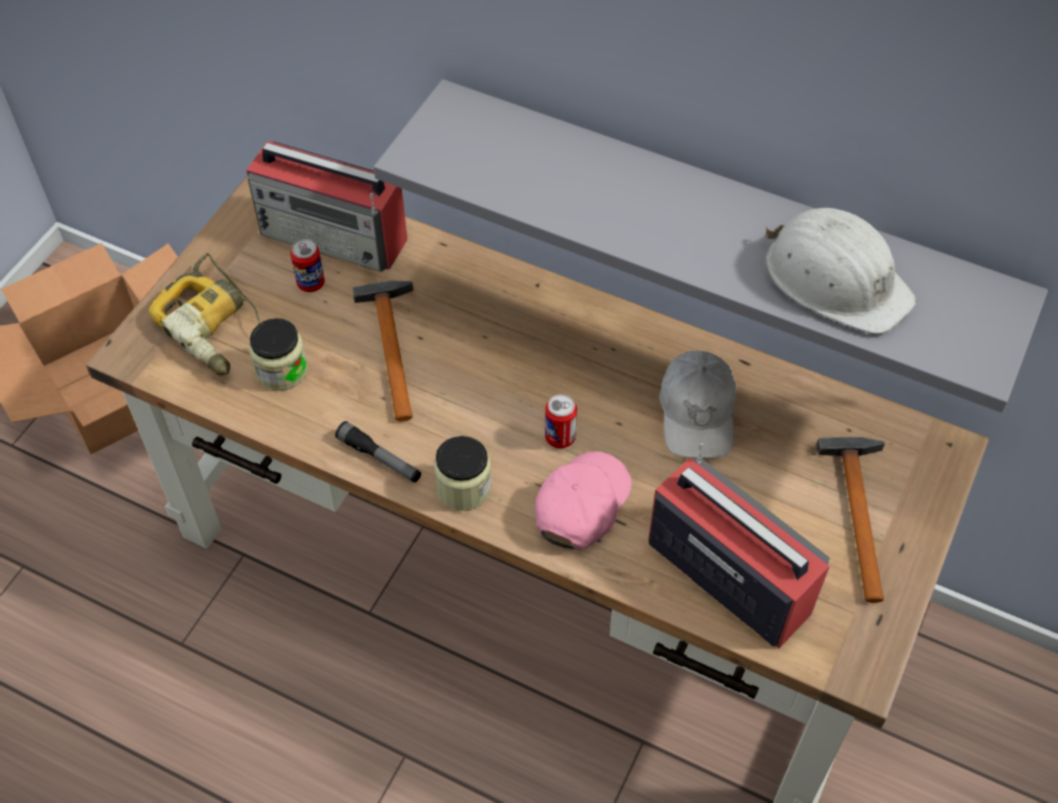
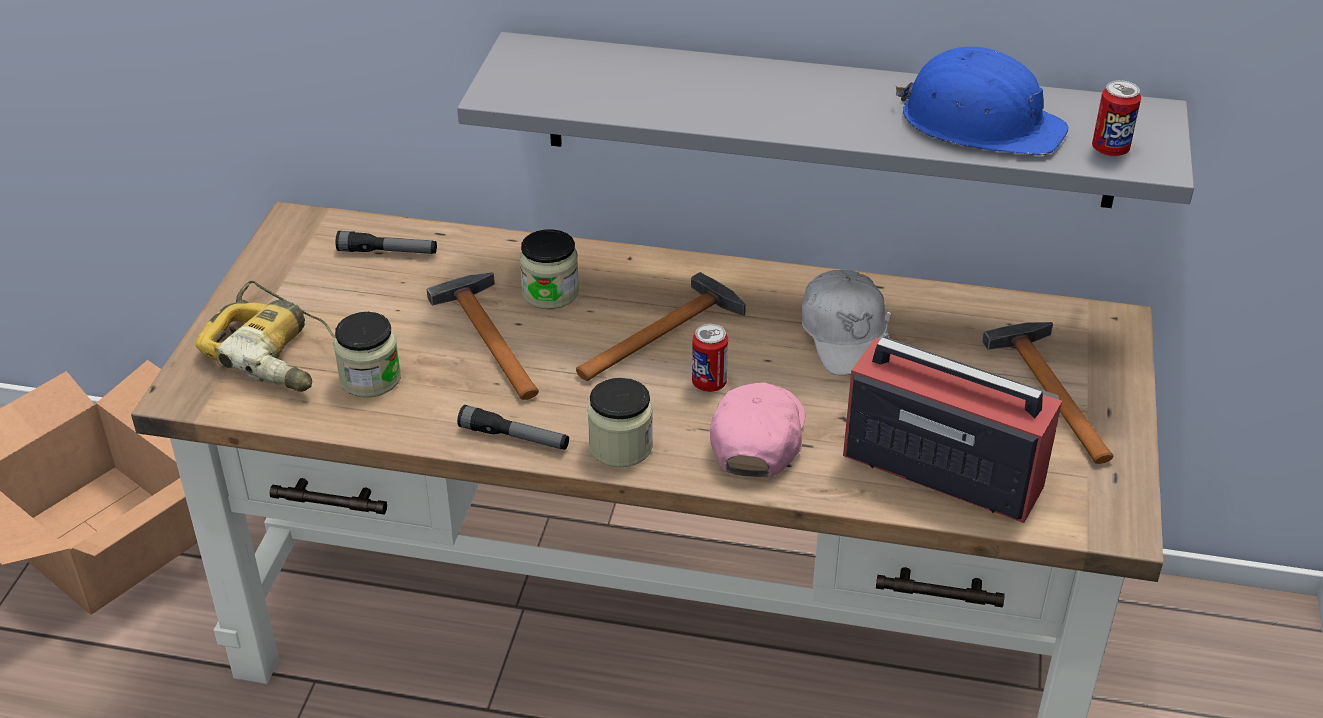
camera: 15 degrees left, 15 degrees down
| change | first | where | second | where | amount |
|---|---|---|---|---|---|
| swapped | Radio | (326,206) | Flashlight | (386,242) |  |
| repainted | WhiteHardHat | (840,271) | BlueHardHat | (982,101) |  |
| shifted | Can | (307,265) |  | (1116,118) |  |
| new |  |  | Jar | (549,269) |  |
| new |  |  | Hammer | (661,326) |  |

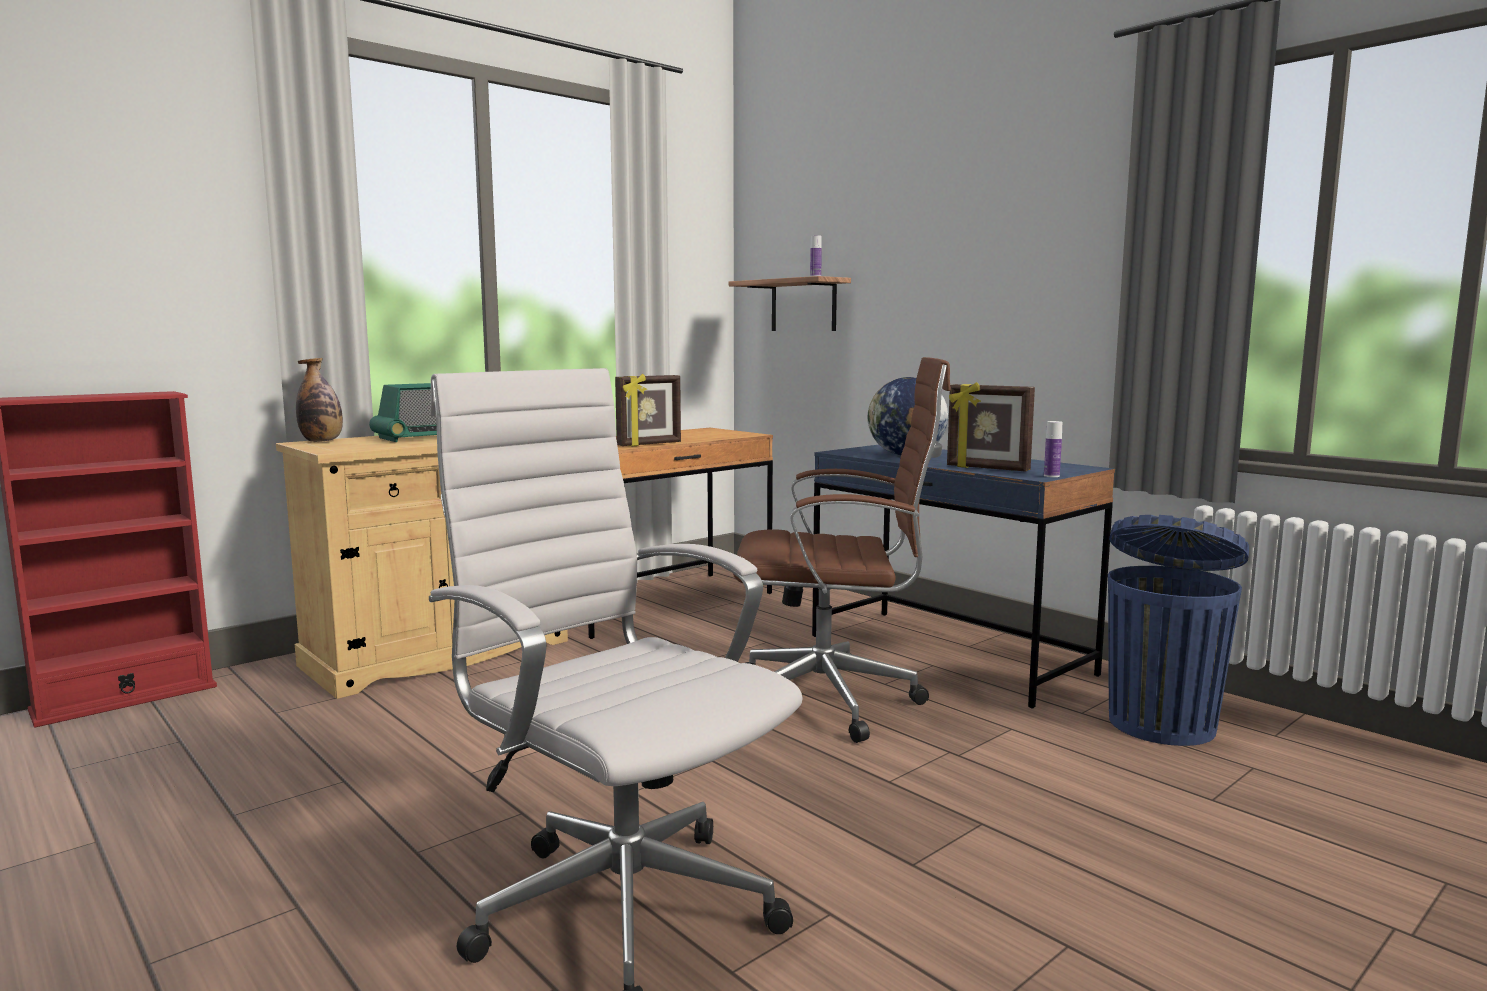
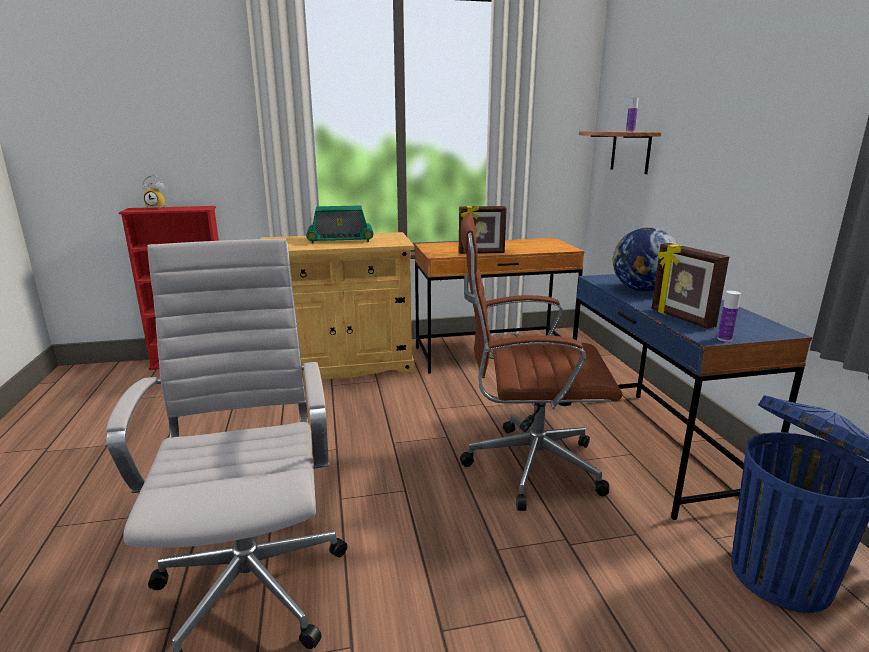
camera: 30 degrees right, 10 degrees up
| change | first | where | second | where | amount |
|---|---|---|---|---|---|
| rotated | BrownOfficeChair | (842,550) |  | (541,362) | 150 degrees clockwise |
| gone | Bottle | (319,400) |  |  |  |
| new |  |  | AlarmClock | (154,191) |  |

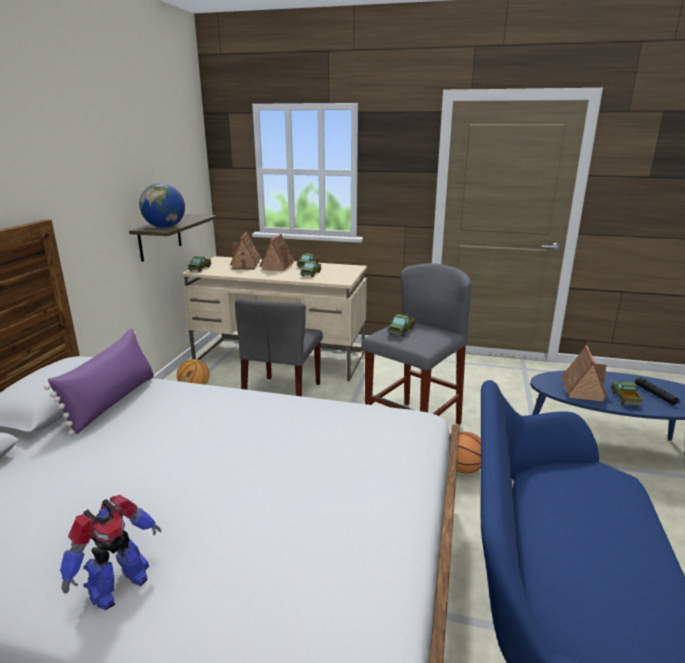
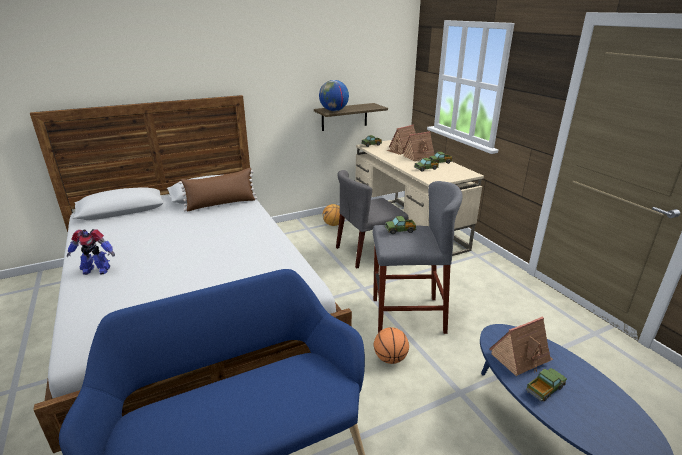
camera: 50 degrees right, 5 degrees up
| change | first | where | second | where | amount |
|---|---|---|---|---|---|
| repainted | PurplePillow | (99,382) | BrownPillow | (218,190) |  |
| gone | BlackFlashlight | (657,391) |  |  |  |

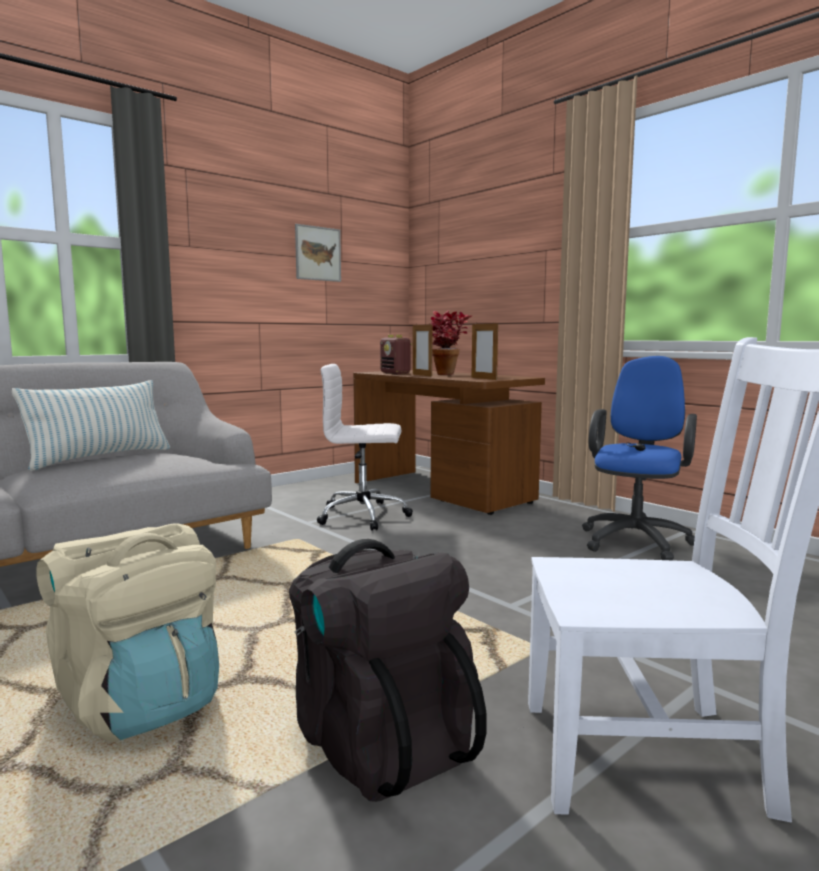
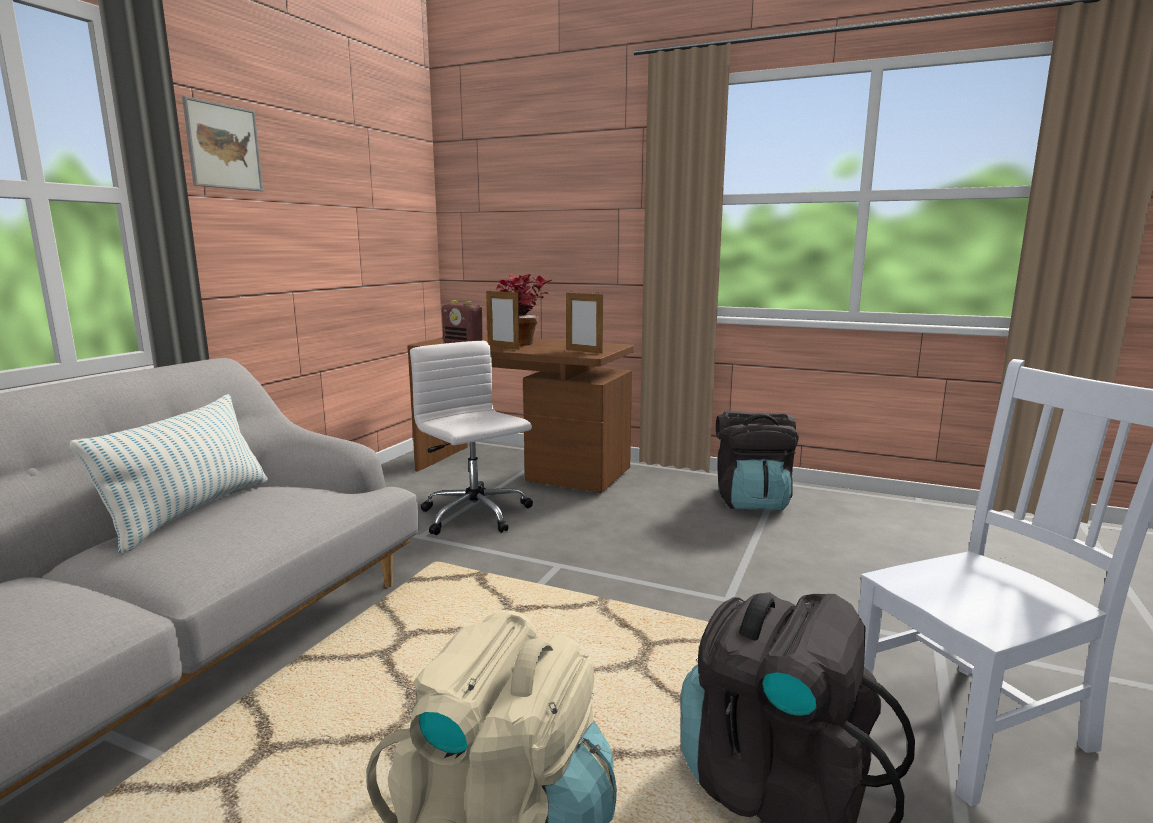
camera: 25 degrees left, 5 degrees up
| change | first | where | second | where | amount |
|---|---|---|---|---|---|
| shifted | Picture | (318,253) |  | (222,143) |  |
| swapped | BlueOfficeChair | (639,458) | BlackBackpack | (757,460) |  |
| rotated | WhiteOfficeChair | (365,447) |  | (471,438) | 75 degrees clockwise |

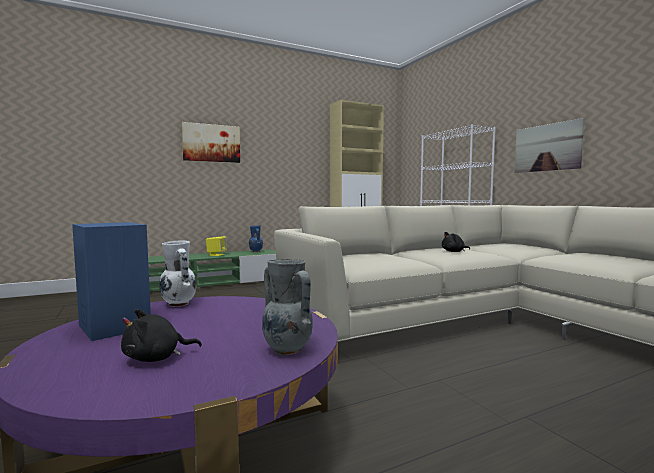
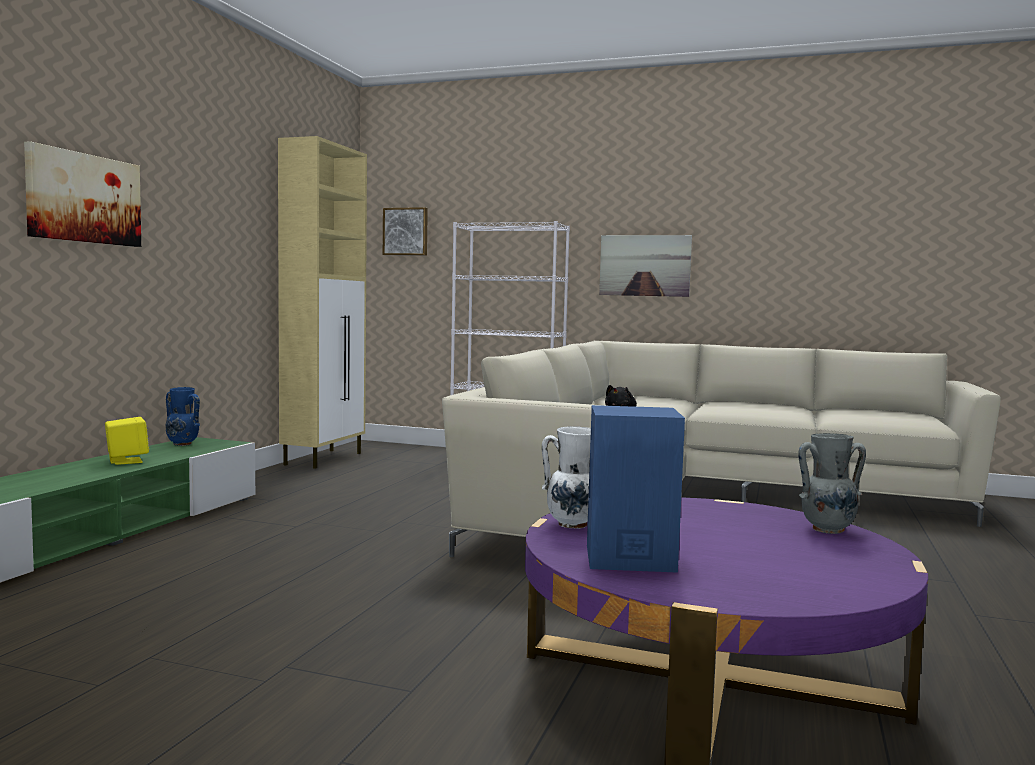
camera: 45 degrees left, 0 degrees up
| change | first | where | second | where | amount |
|---|---|---|---|---|---|
| gone | BlackPlushToy | (161,335) |  |  |  |
| new |  |  | Picture | (405,231) |  |

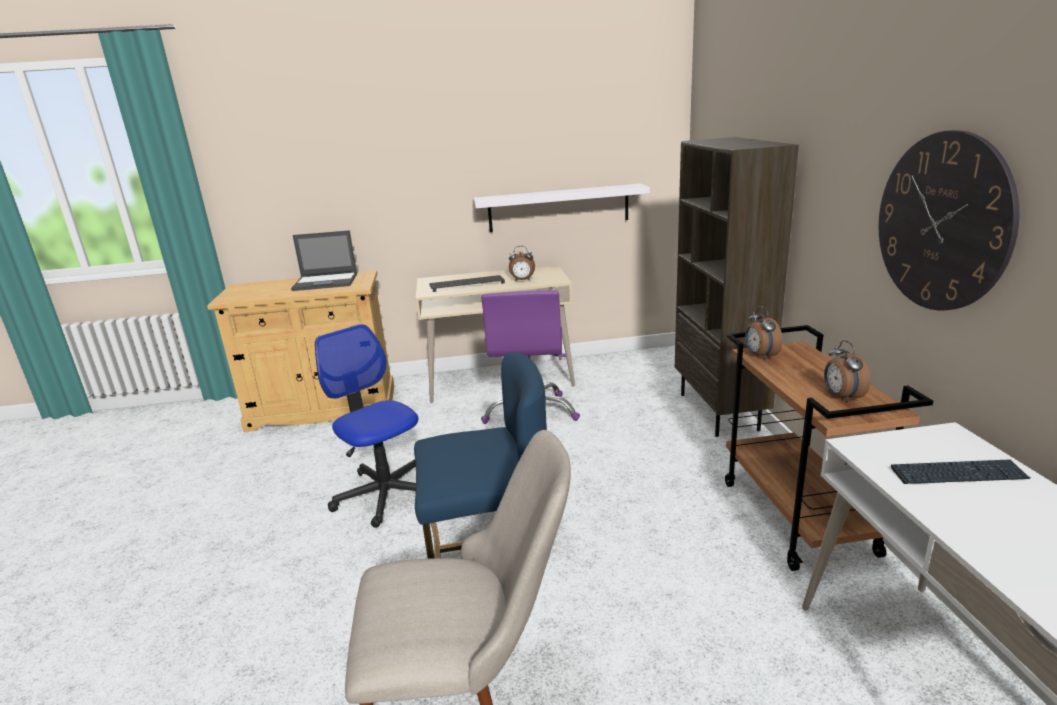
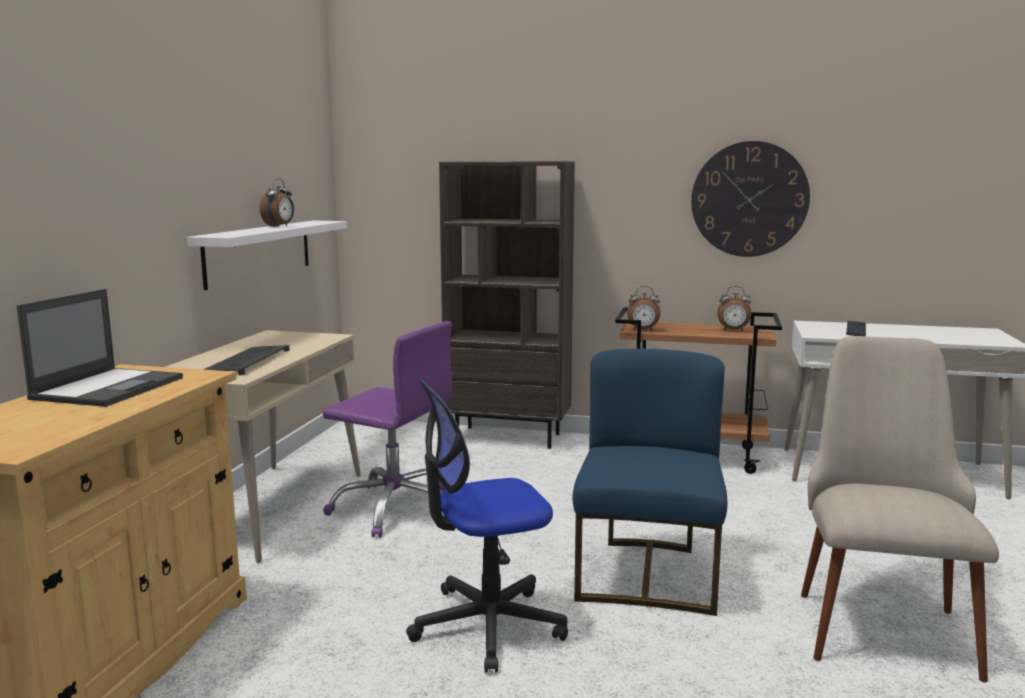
camera: 70 degrees left, 10 degrees down
| change | first | where | second | where | amount |
|---|---|---|---|---|---|
| shifted | AlarmClock | (522,263) |  | (277,203) |  |

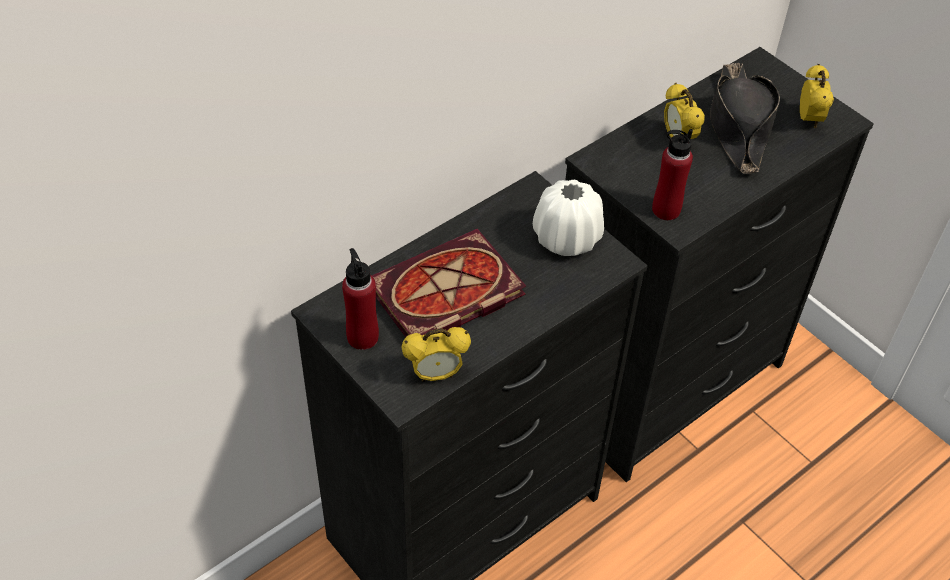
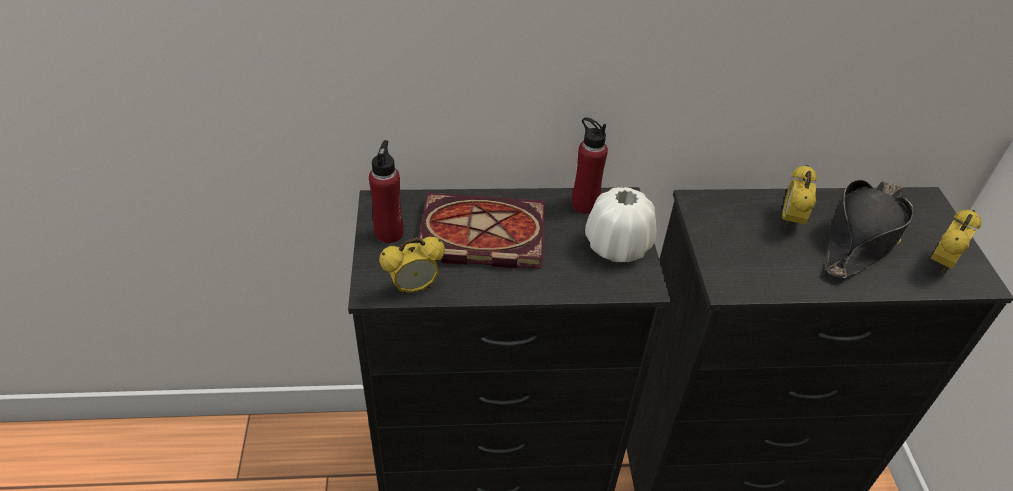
camera: 35 degrees right, 5 degrees down
| change | first | where | second | where | amount |
|---|---|---|---|---|---|
| shifted | RedBottle | (672,174) |  | (590,165) |  |
| rotated | AlarmClock | (436,354) |  | (412,266) | 45 degrees counterclockwise |

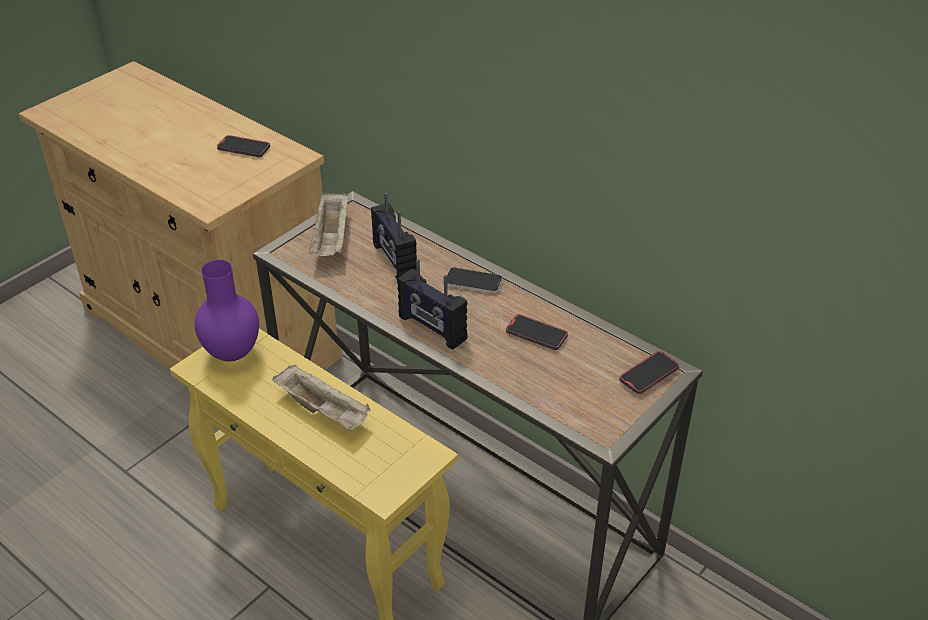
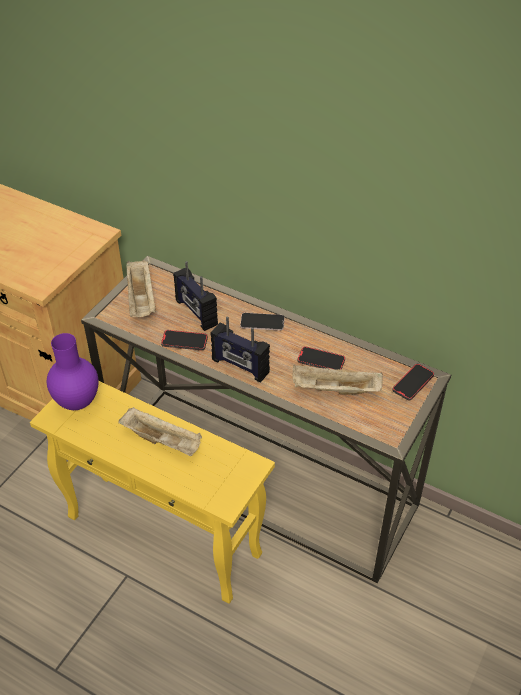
camera: 10 degrees left, 5 degrees up
| change | first | where | second | where | amount |
|---|---|---|---|---|---|
| shifted | Phone | (243,146) |  | (184,340) |  |
| new |  |  | BeigeTray | (337,380) |  |

